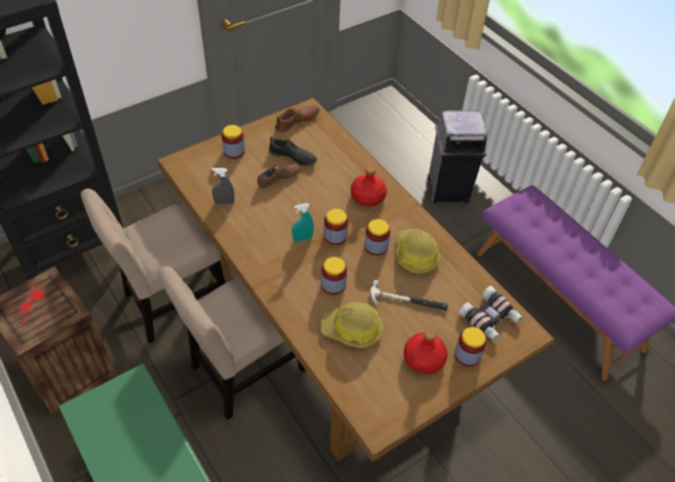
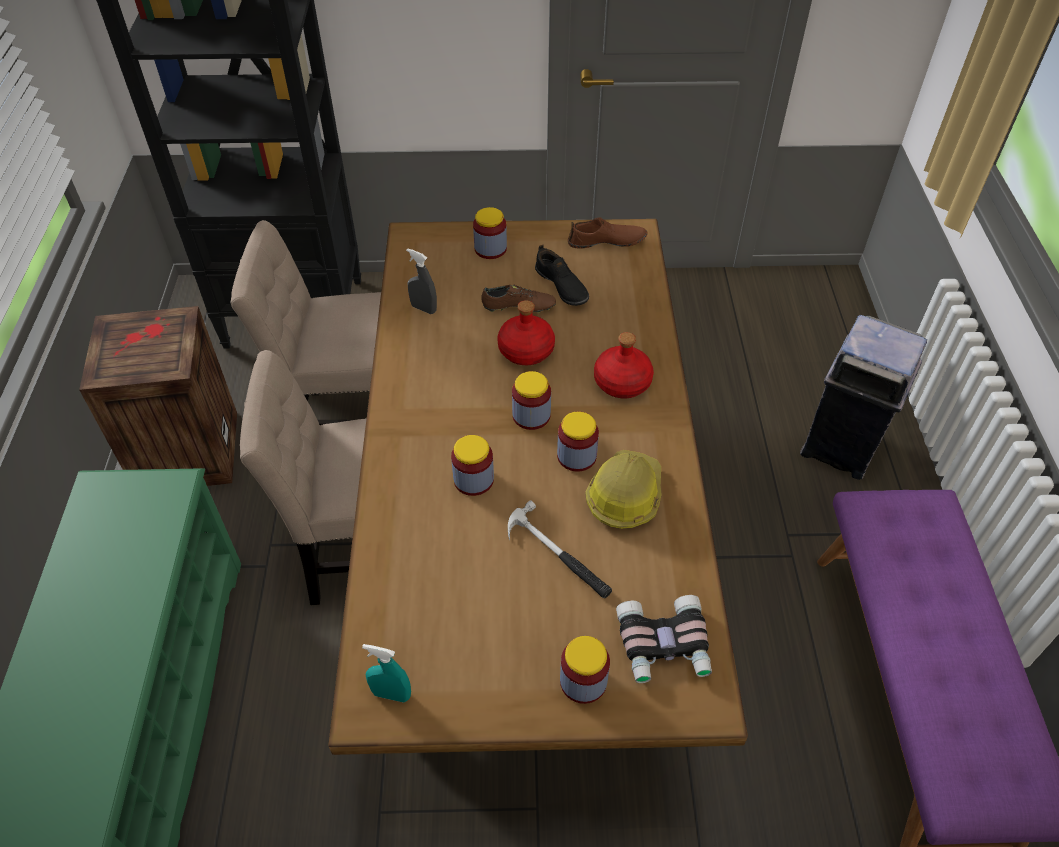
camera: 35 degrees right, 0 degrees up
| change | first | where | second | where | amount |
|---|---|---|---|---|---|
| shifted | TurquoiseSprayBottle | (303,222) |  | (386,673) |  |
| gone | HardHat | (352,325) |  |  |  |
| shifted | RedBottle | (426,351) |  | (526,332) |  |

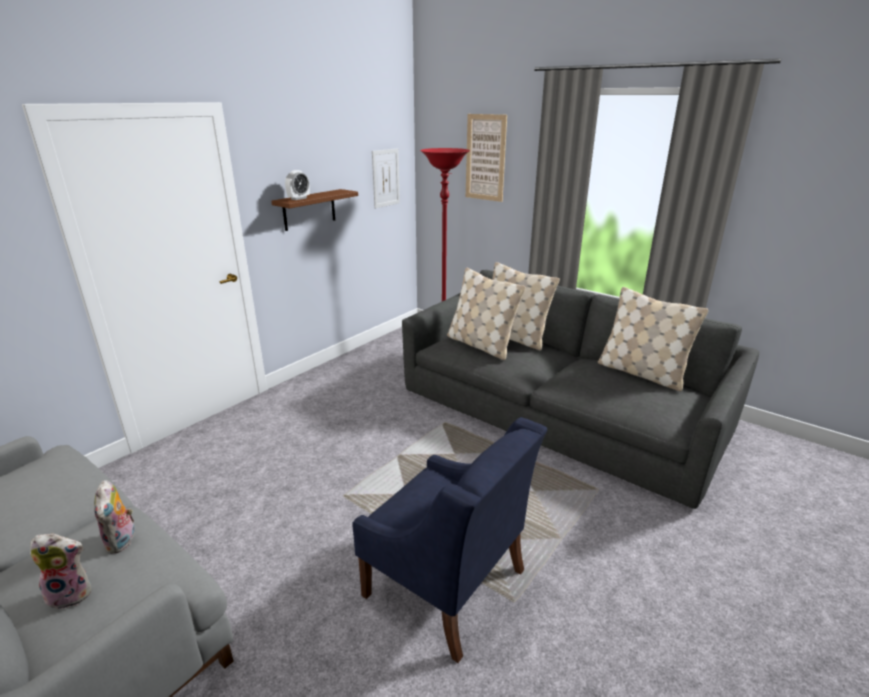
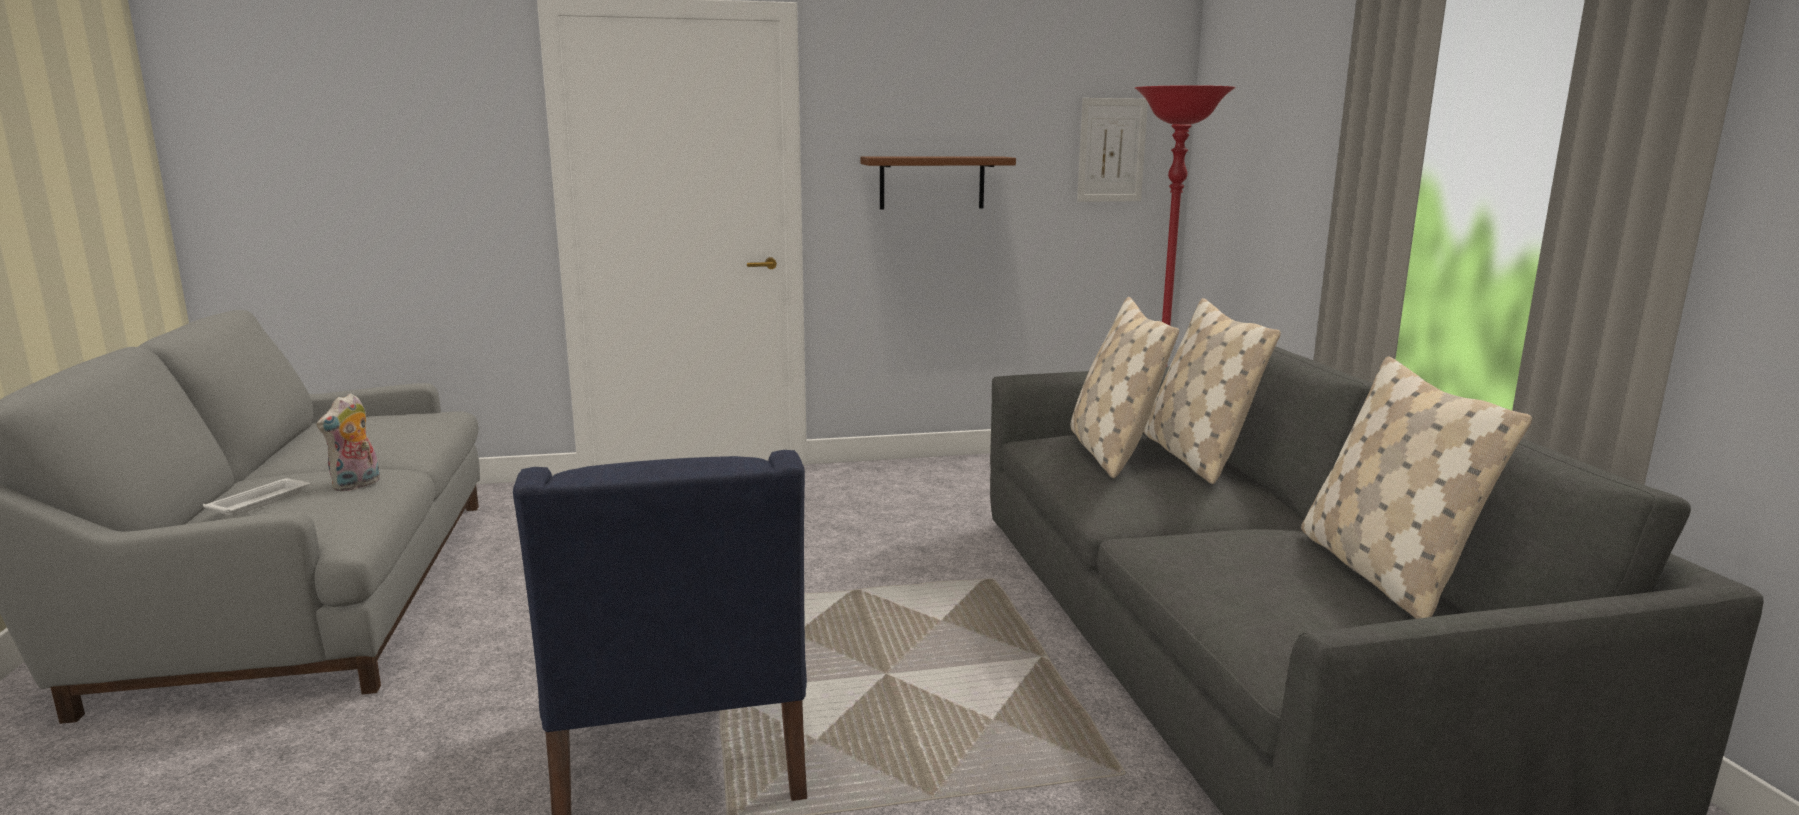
camera: 40 degrees right, 10 degrees down
| change | first | where | second | where | amount |
|---|---|---|---|---|---|
| gone | Picture | (486,158) |  |  |  |
| gone | AlarmClock | (297,185) |  |  |  |
| swapped | PlushToy | (61,571) | WhiteTray | (256,497) |  |

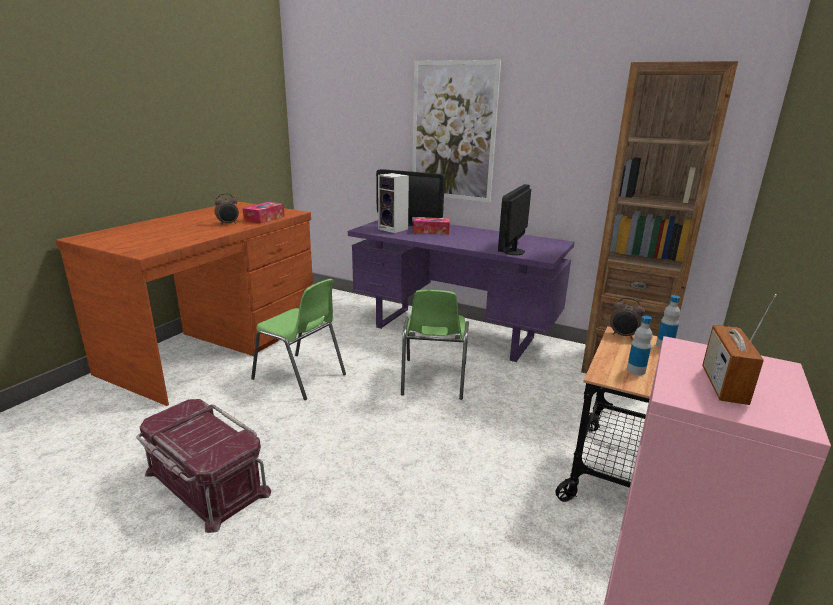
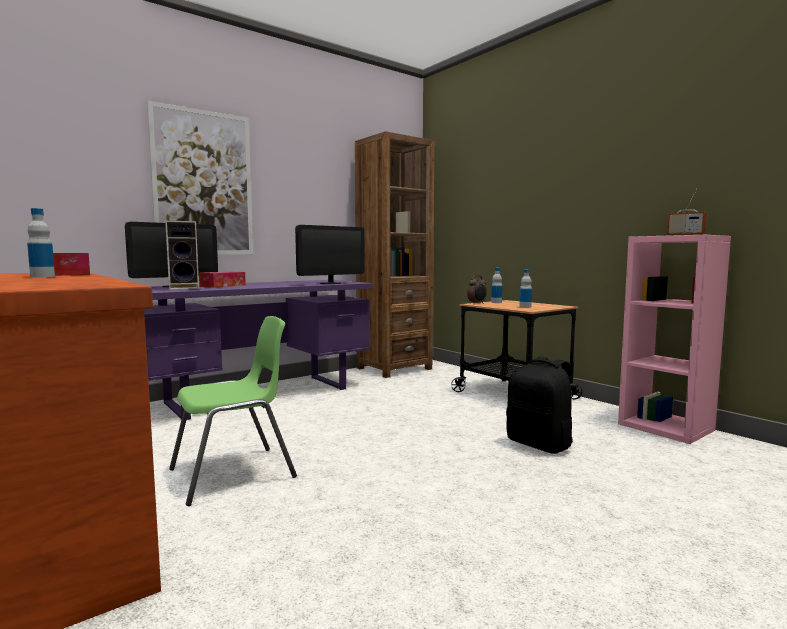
camera: 65 degrees left, 15 degrees down
| change | first | where | second | where | amount |
|---|---|---|---|---|---|
| rotated | Monitor | (514,219) |  | (330,254) | 90 degrees counterclockwise |
| swapped | AlarmClock | (227,209) | Bottle | (41,243) |  |
| gone | GreenChair | (435,345) |  |  |  |
| gone | RedStorageBox | (204,466) |  |  |  |
| new |  |  | BlackBackpack | (539,405) |  |

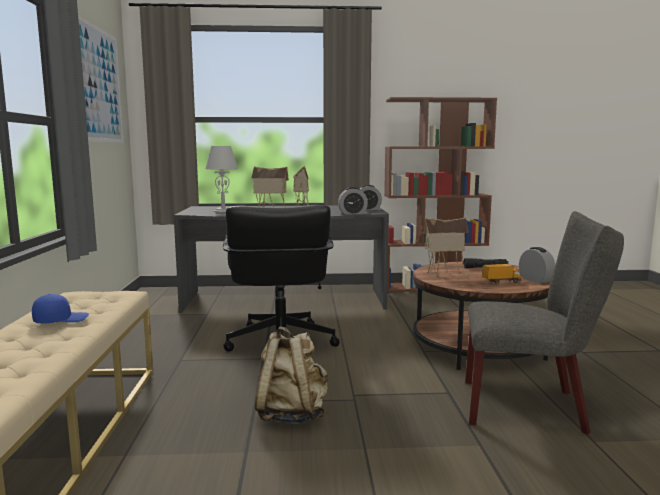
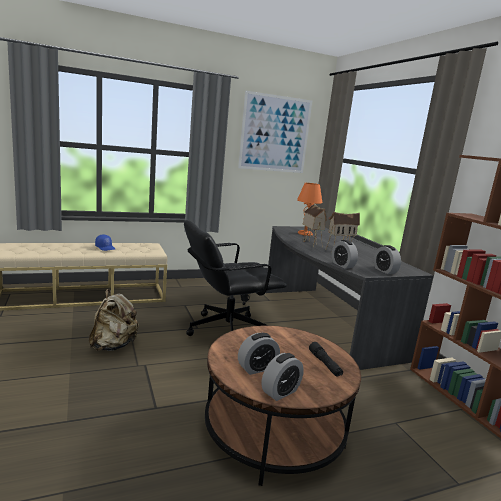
camera: 70 degrees right, 5 degrees up
| change | first | where | second | where | amount |
|---|---|---|---|---|---|
| repainted | GreyTableLamp | (221,179) | OrangeTableLamp | (309,209) |  |
| gone | GreyChair | (544,322) |  |  |  |
| gone | ToyHouse | (446,247) |  |  |  |
| swapped | ToyTruck | (502,274) | AlarmClock | (259,354) |  |

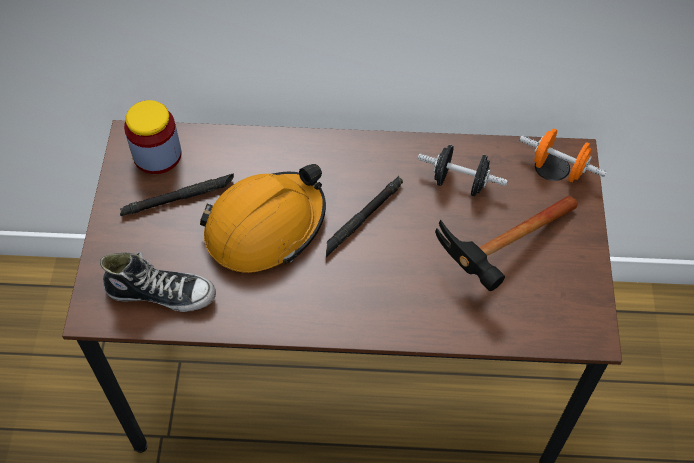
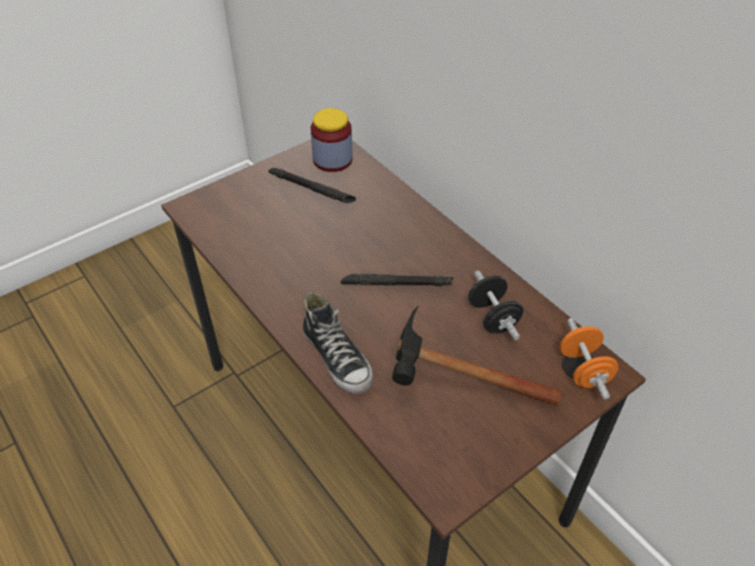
camera: 50 degrees right, 10 degrees down
| change | first | where | second | where | amount |
|---|---|---|---|---|---|
| gone | OrangeHardHat | (263,218) |  |  |  |
| shifted | Shoe | (158,282) |  | (338,343) |  |

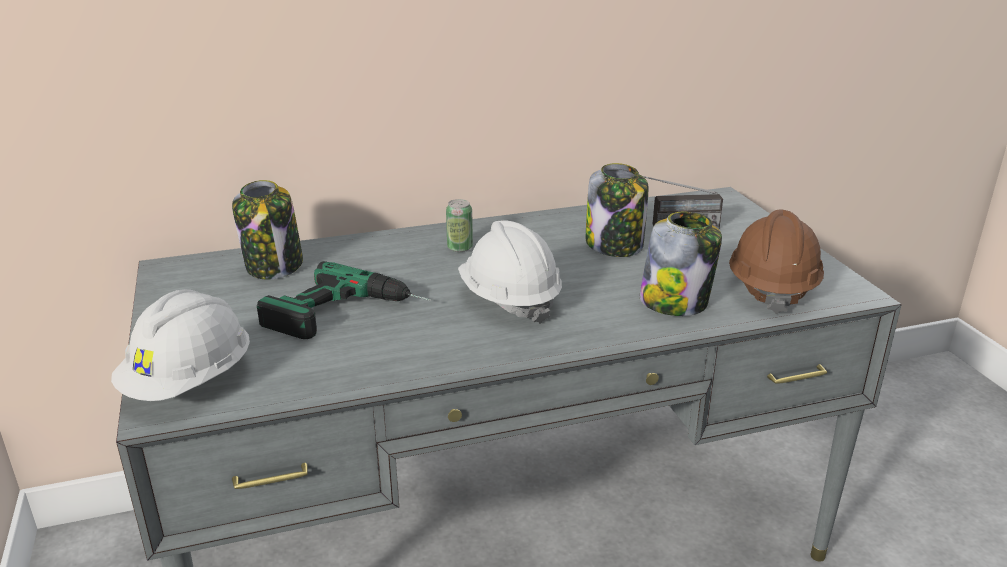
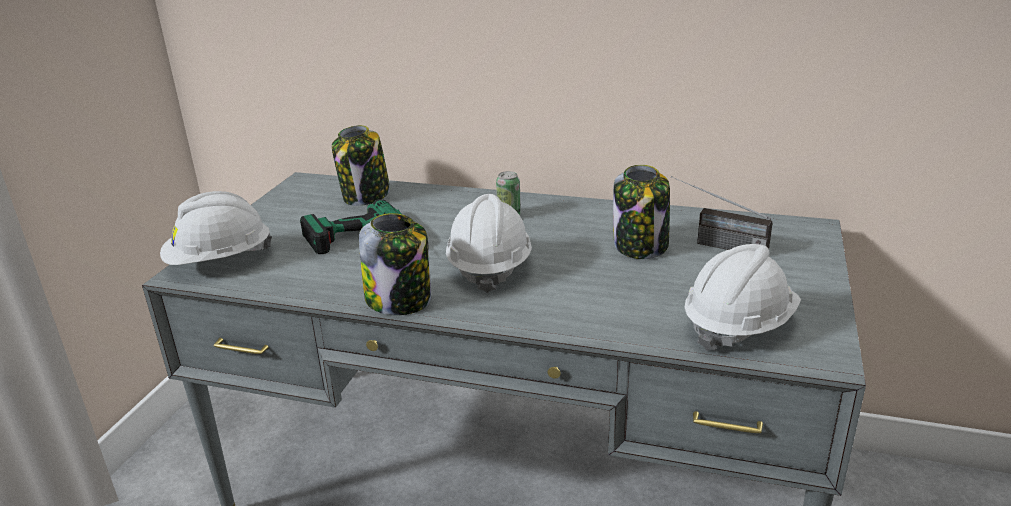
camera: 35 degrees right, 0 degrees up
| change | first | where | second | where | amount |
|---|---|---|---|---|---|
| repainted | BrownHardHat | (776,262) | WhiteHardHat | (743,297) |  |
| shifted | Jar | (681,264) |  | (395,264) |  |

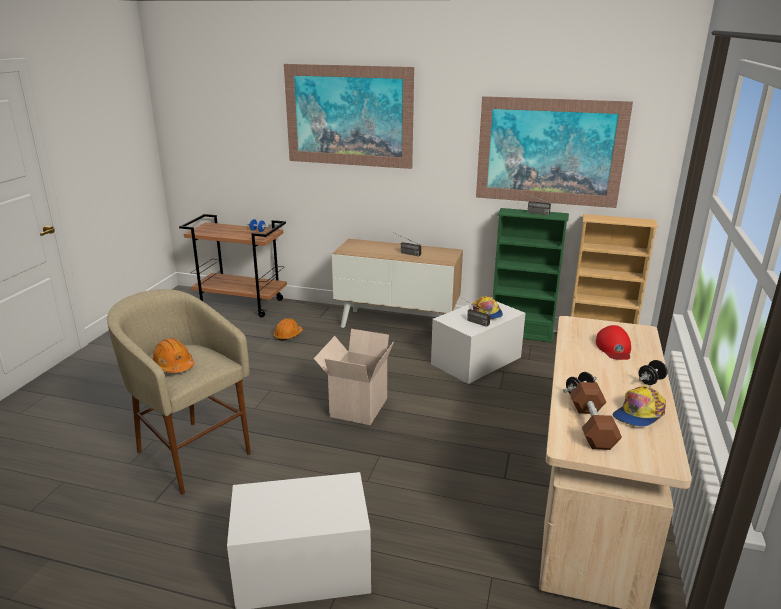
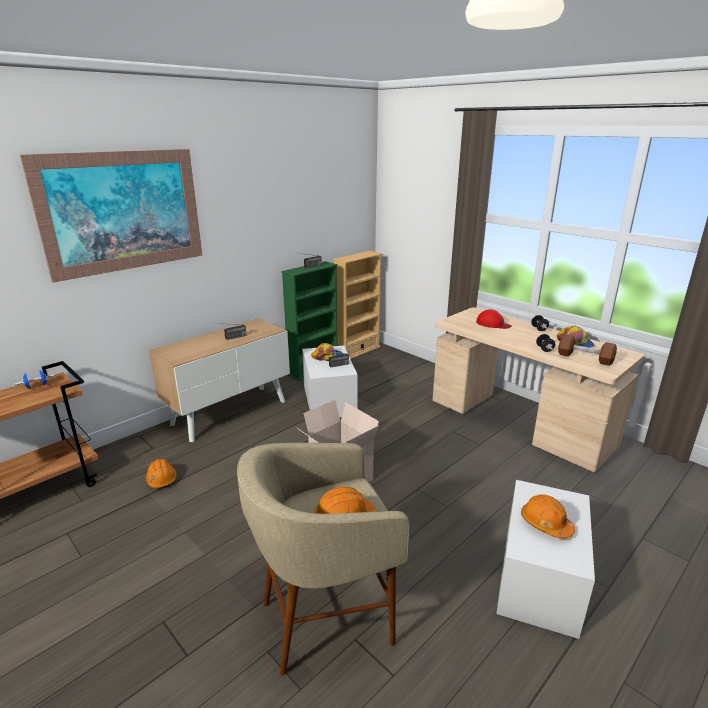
camera: 60 degrees left, 0 degrees up
| change | first | where | second | where | amount |
|---|---|---|---|---|---|
| gone | Picture | (554,152) |  |  |  |
| new |  |  | OrangeHardHat | (548,516) |  |

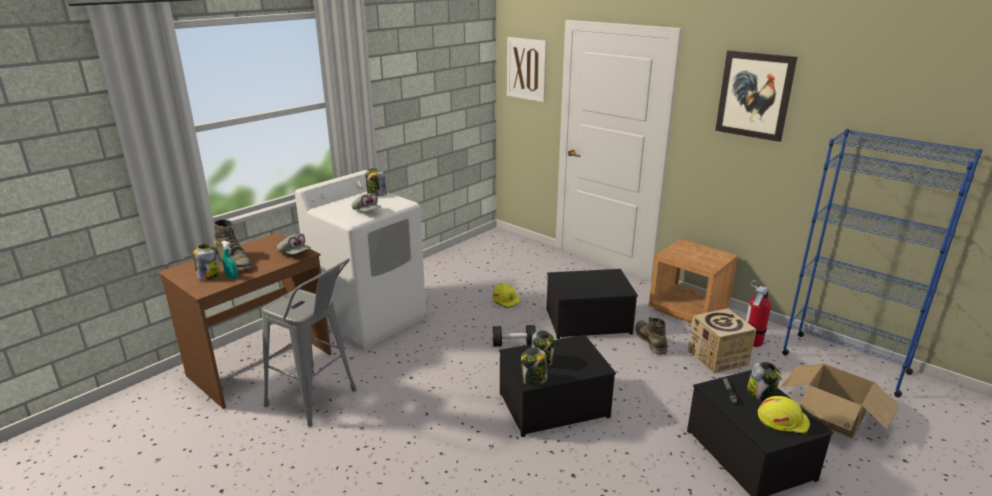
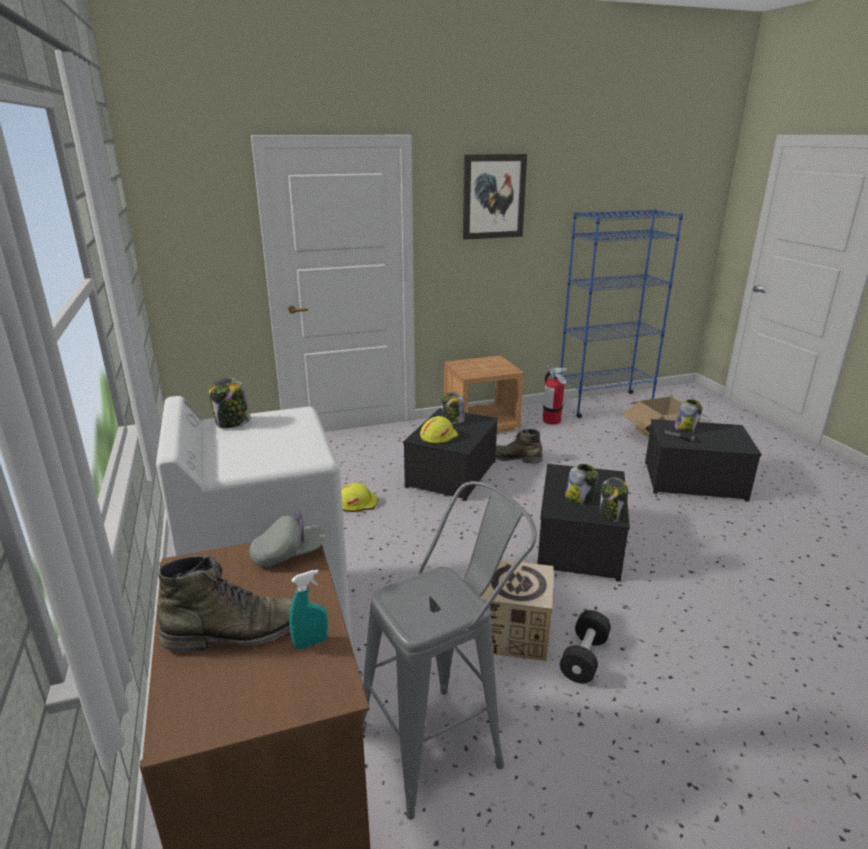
camera: 60 degrees left, 0 degrees up
| change | first | where | second | where | amount |
|---|---|---|---|---|---|
| gone | Picture | (527,69) |  |  |  |
| gone | GreyCap | (367,202) |  |  |  |
| shifted | Jar | (207,262) |  | (453,408) |  |
| shifted | CardboardBox | (722,340) |  | (518,610) |  |
| shifted | BlackDumbbell | (514,336) |  | (585,647) |  |
| shifted | YellowHardHat | (784,415) |  | (439,430) |  |

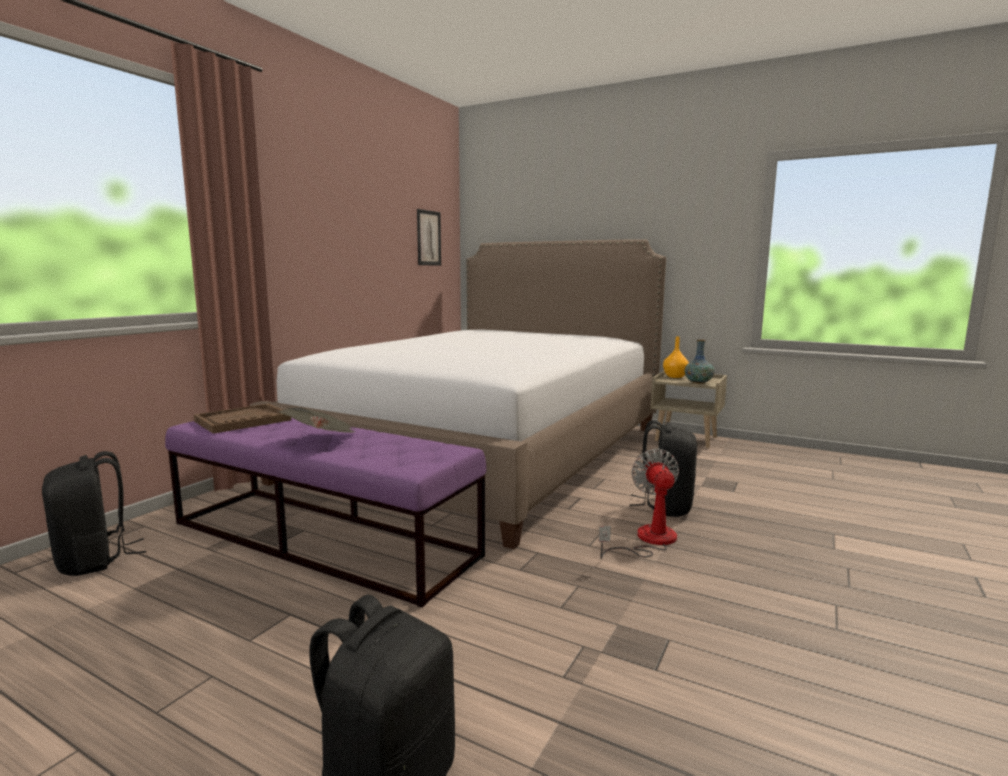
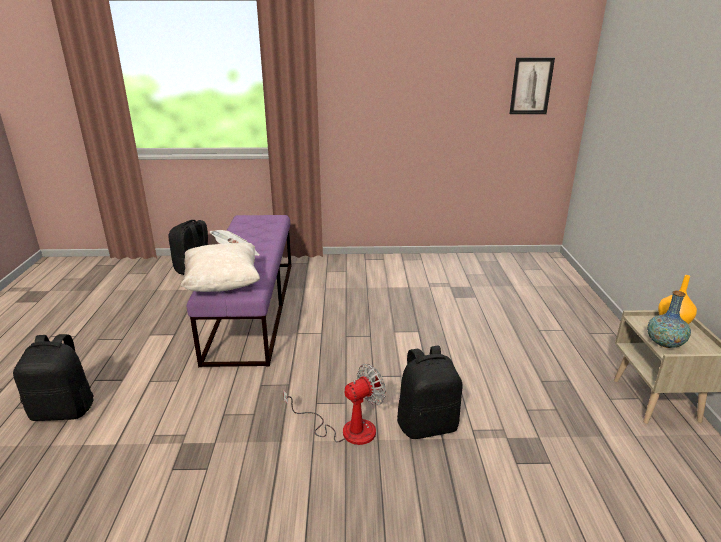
camera: 60 degrees right, 15 degrees up
| change | first | where | second | where | amount |
|---|---|---|---|---|---|
| gone | Bed | (458,394) |  |  |  |
| gone | BrownTray | (242,419) |  |  |  |
| new |  |  | BeigePillow | (220,267) |  |

